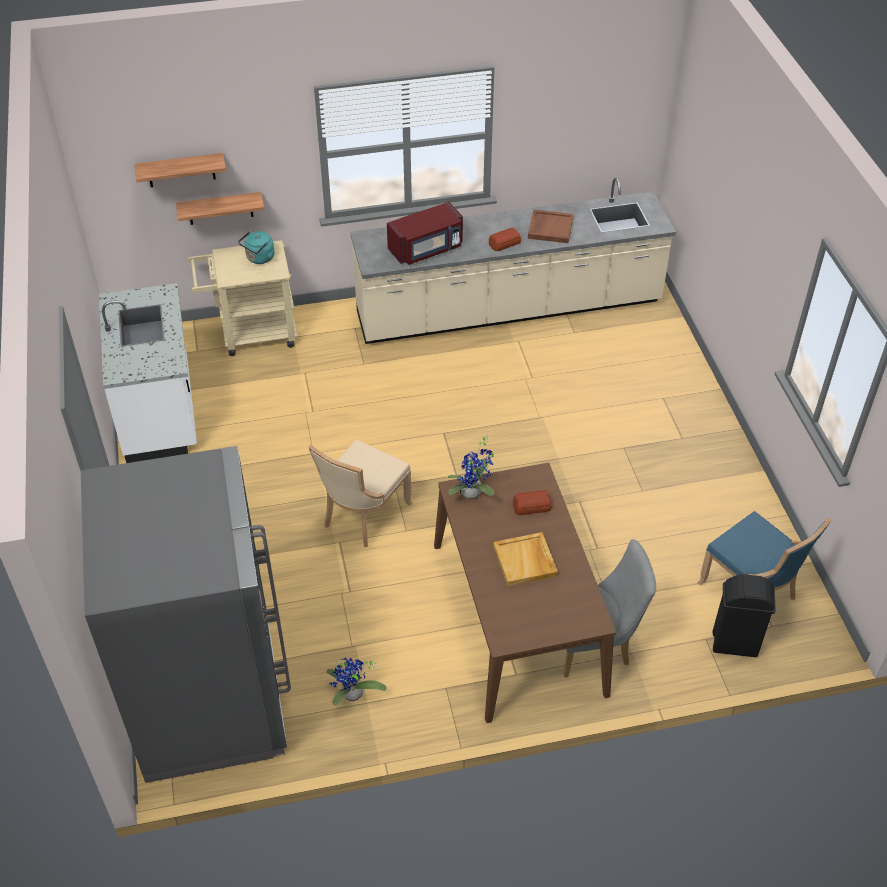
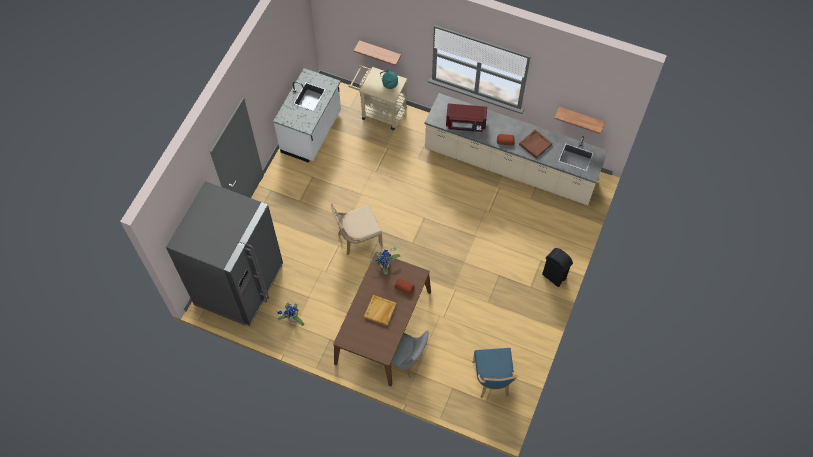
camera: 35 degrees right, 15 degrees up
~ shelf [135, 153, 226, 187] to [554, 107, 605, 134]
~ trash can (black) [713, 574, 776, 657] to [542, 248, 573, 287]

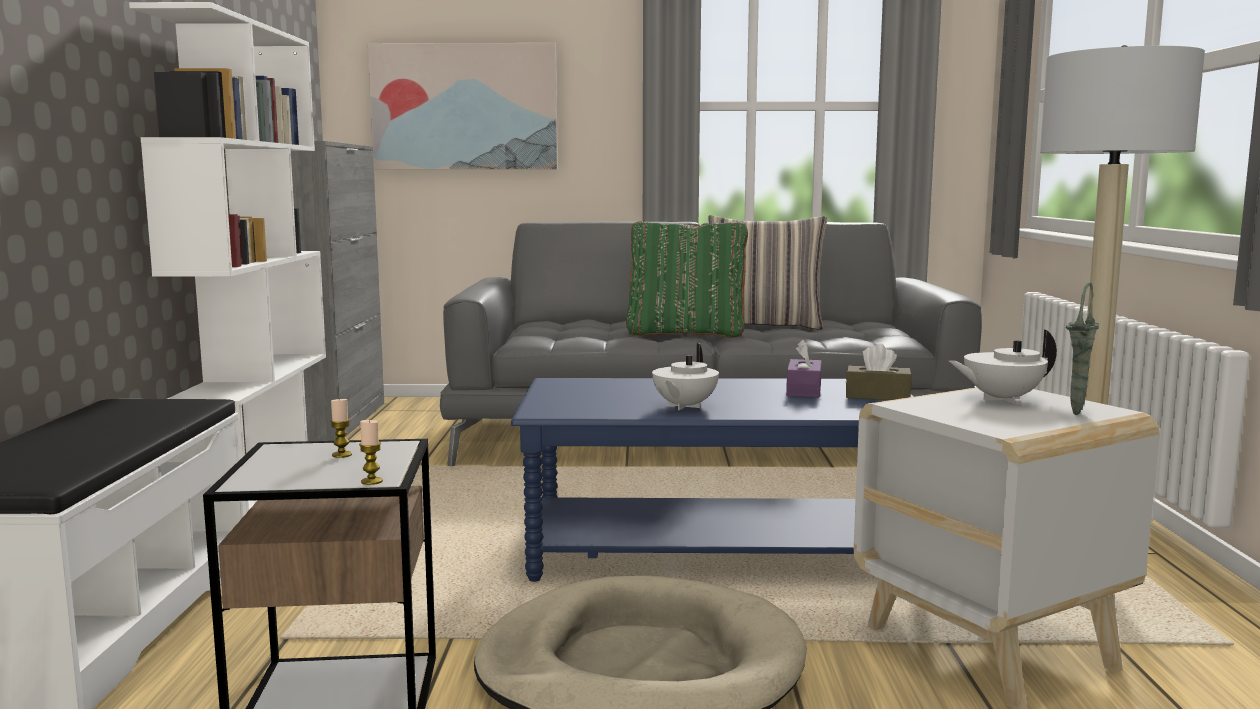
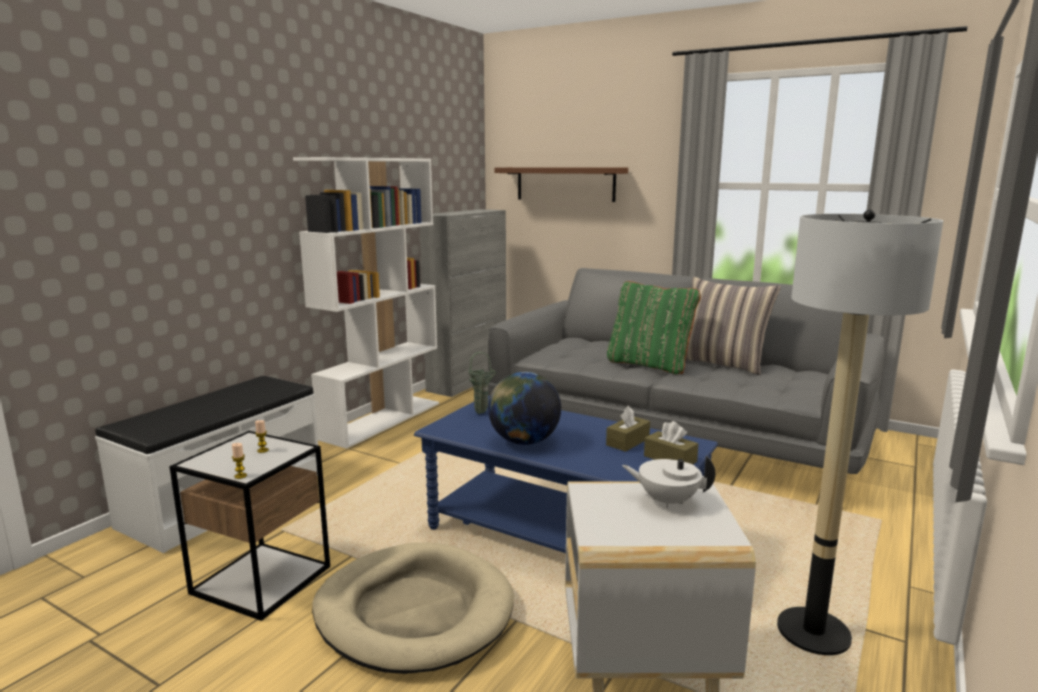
camera: 30 degrees right, 5 degrees up
~ picture [368, 43, 558, 170] to shelf (brown) [495, 167, 628, 202]
~ teapot (white) [652, 343, 719, 410] to globe [488, 372, 561, 445]
~ tissue box (purple) [786, 340, 822, 398] to tissue box (brown) [606, 406, 650, 452]
~ vase (green) [1066, 282, 1099, 415] to [468, 352, 496, 414]

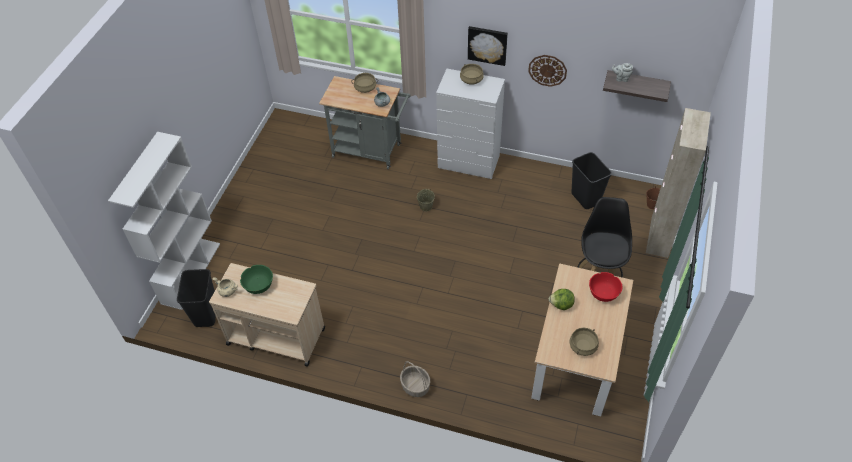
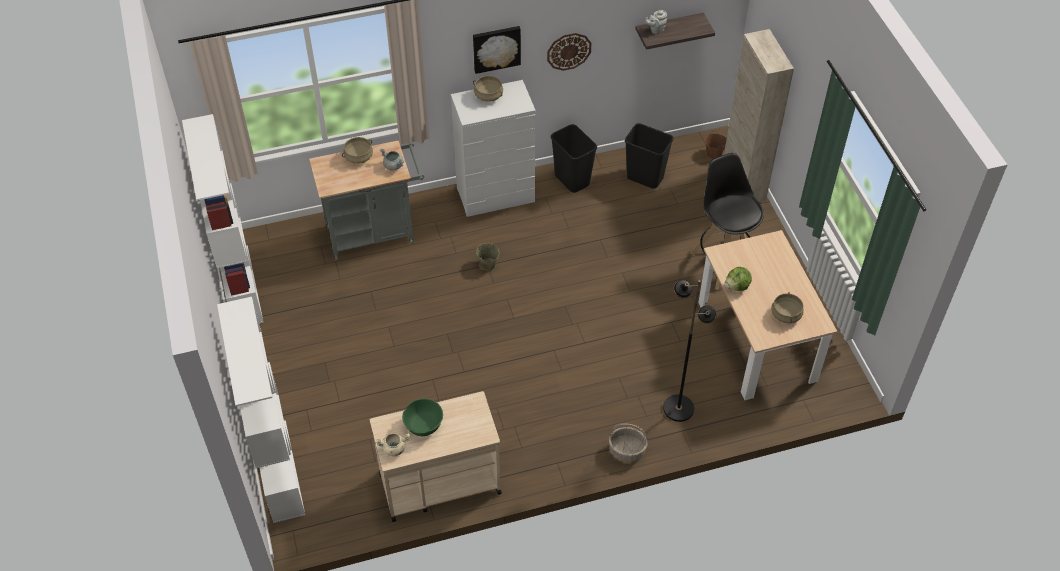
camera: 35 degrees left, 0 degrees up
~ trash can (black) [177, 269, 216, 327] to [551, 124, 597, 193]
- bowl (red) [589, 272, 622, 302]
+ bookcase (white) [182, 114, 263, 323]
+ floor lamp (black) [663, 280, 716, 422]

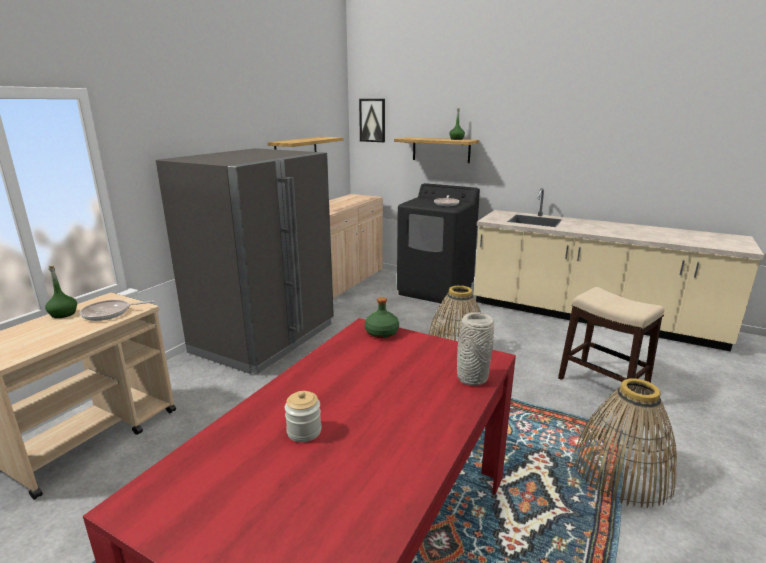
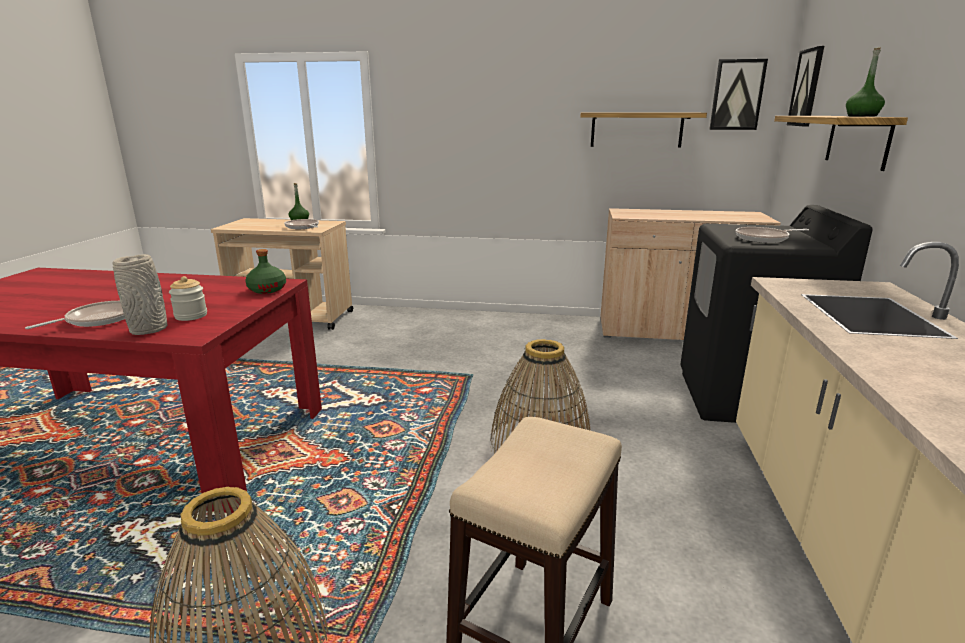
camera: 70 degrees right, 0 degrees up
- fridge (grey) [156, 148, 334, 374]
~ jar [285, 391, 322, 442] to [169, 276, 207, 321]
+ frying pan [25, 301, 125, 329]
+ picture [709, 59, 768, 130]

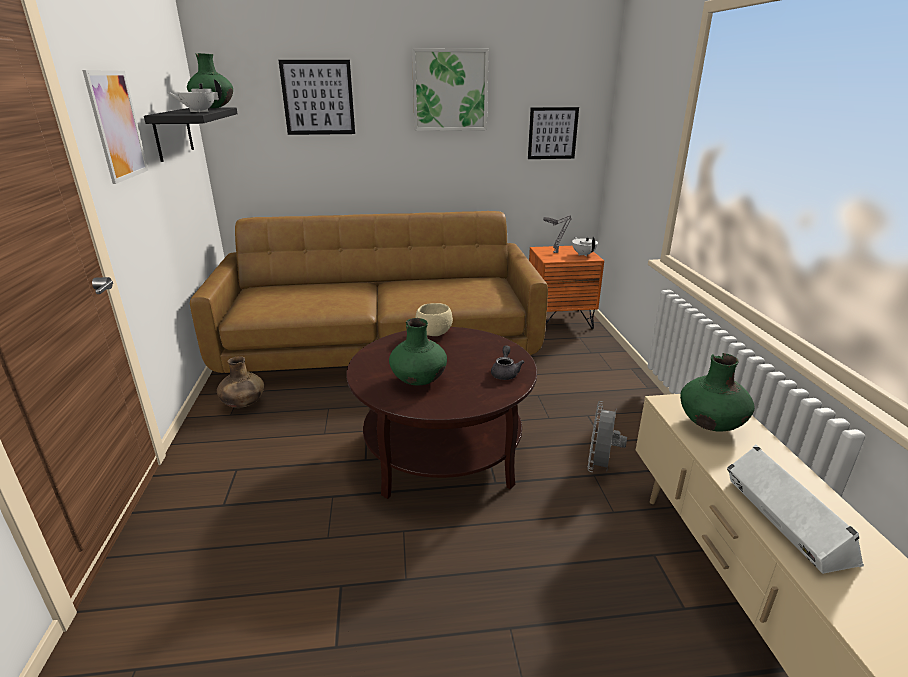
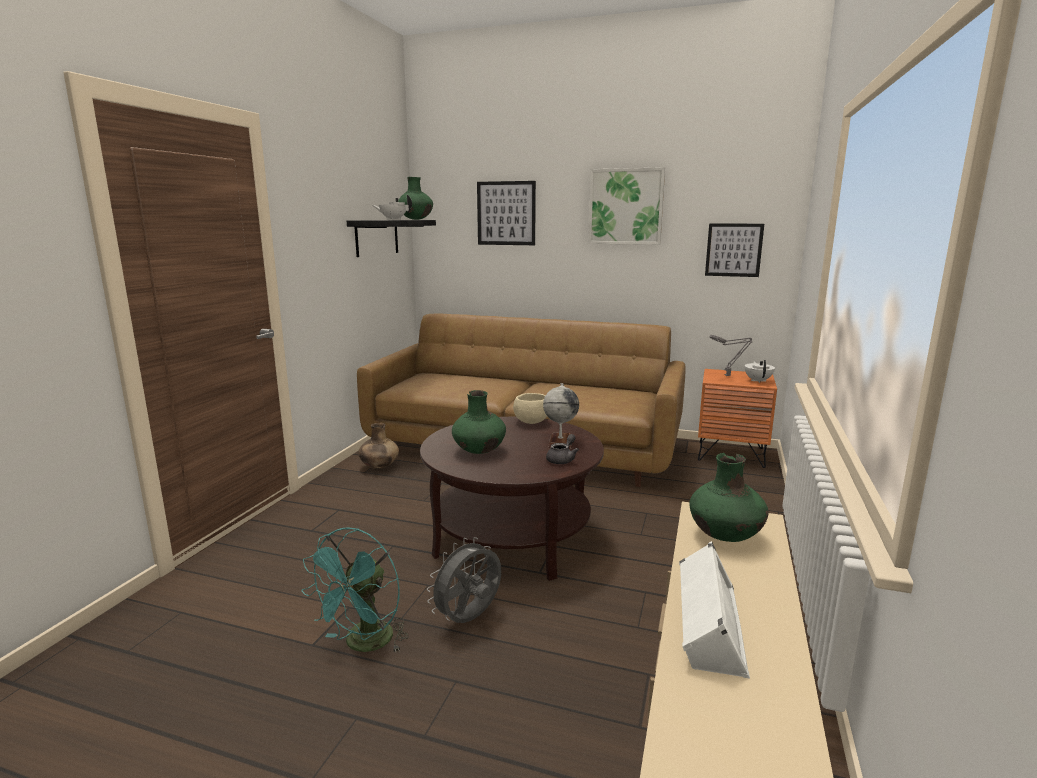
camera: 25 degrees right, 10 degrees down
- picture [82, 70, 148, 184]
~ fan (grey) [588, 401, 627, 472] to [427, 537, 501, 623]
+ fan (turquoise) [301, 527, 409, 652]
+ globe [543, 383, 579, 449]

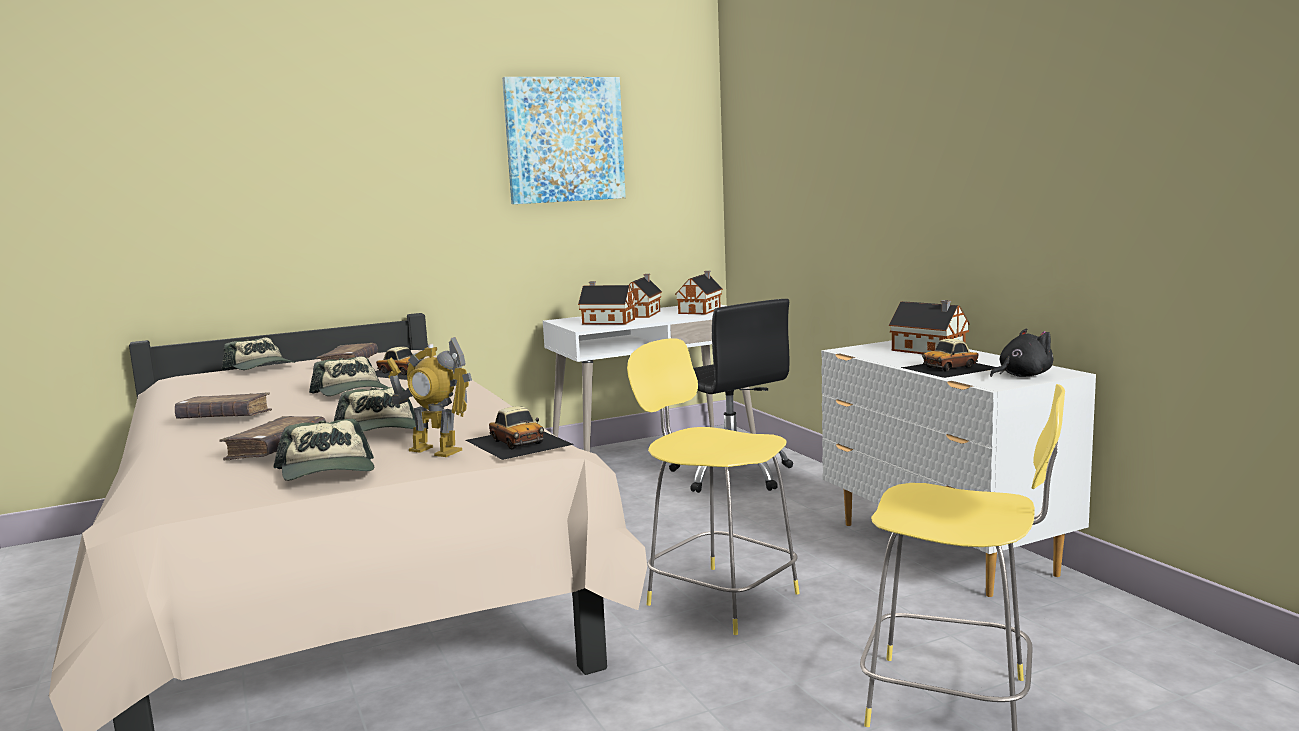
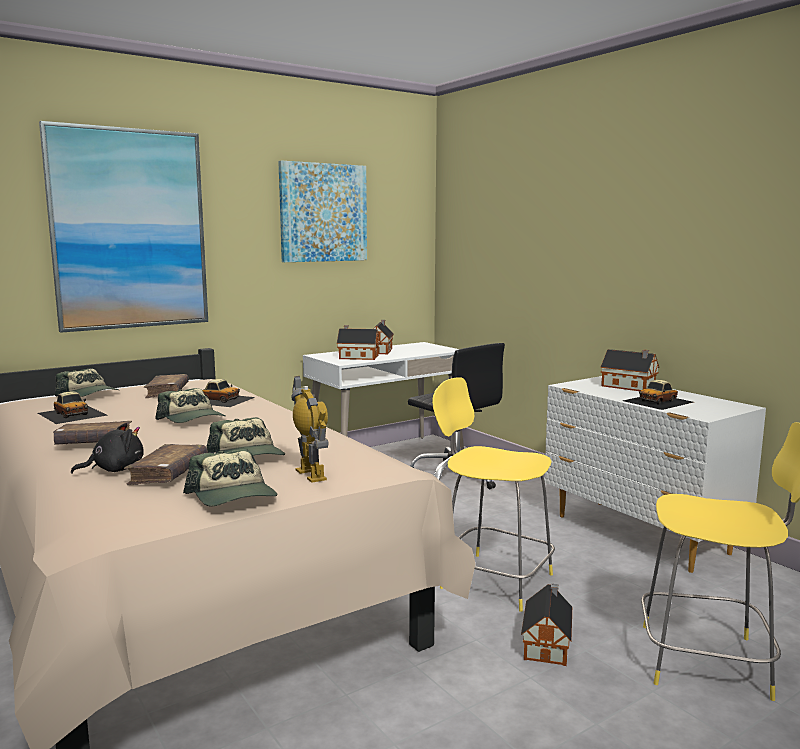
camera: 10 degrees left, 0 degrees up
~ toy robot [387, 337, 472, 457] = [292, 376, 329, 483] 135 degrees counterclockwise
~ toy car [466, 406, 574, 460] to [38, 391, 107, 424]
~ toy house [675, 271, 723, 315] to [521, 584, 572, 666]
~ plush toy (black) [990, 328, 1053, 377] to [71, 423, 144, 474]
+ picture [39, 121, 208, 333]

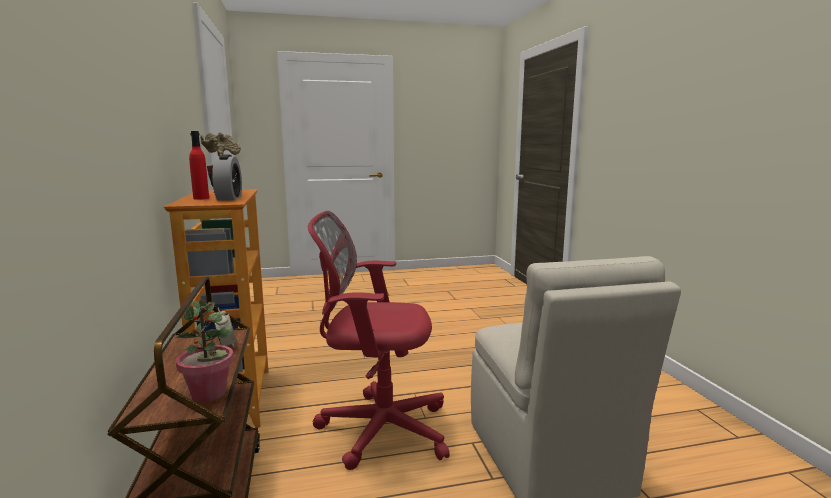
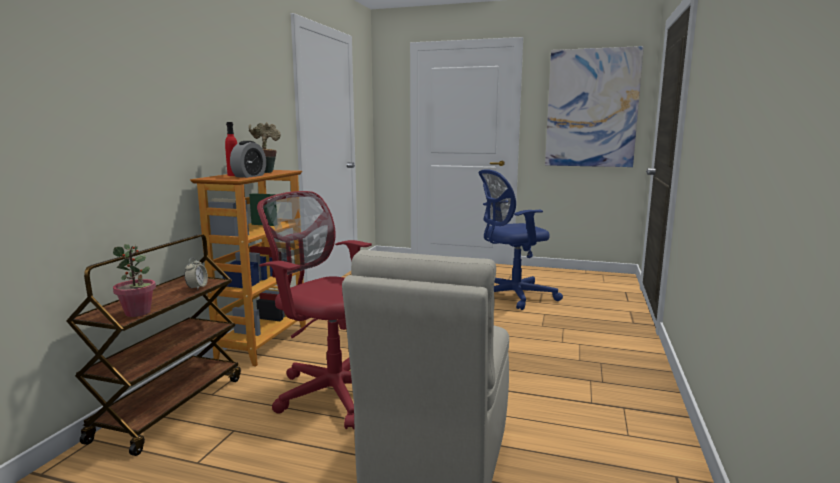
camera: 30 degrees right, 0 degrees up
+ office chair (blue) [479, 169, 563, 310]
+ picture [545, 46, 644, 167]

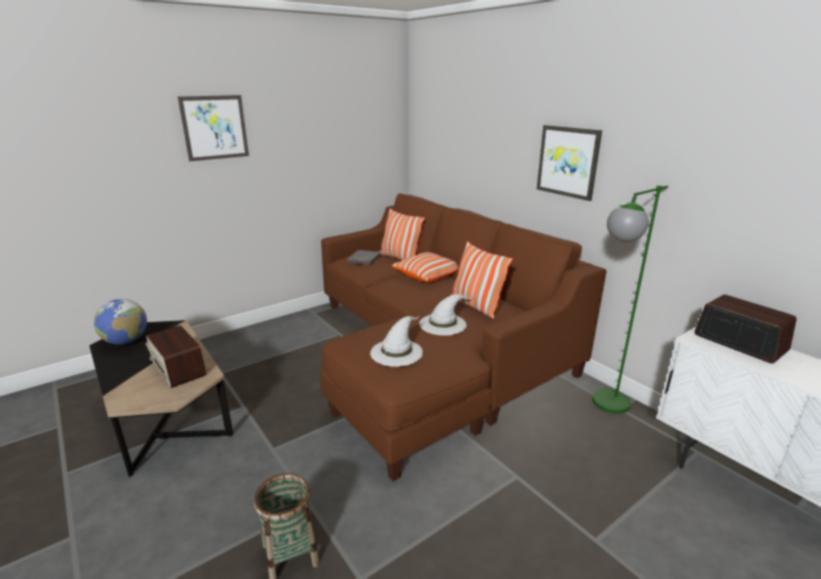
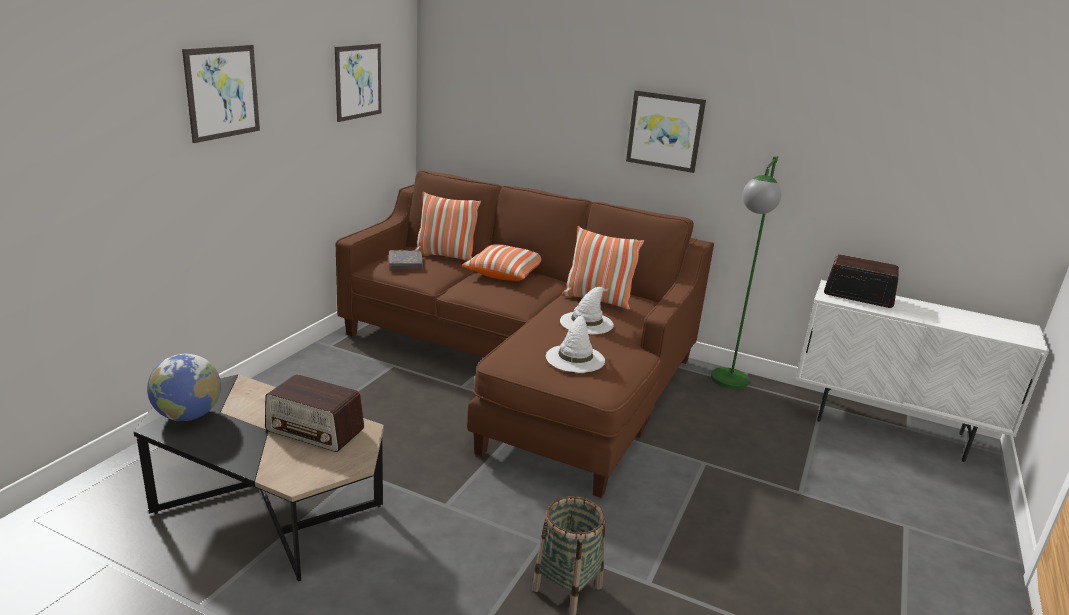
camera: 30 degrees left, 0 degrees up
+ picture [335, 44, 381, 122]

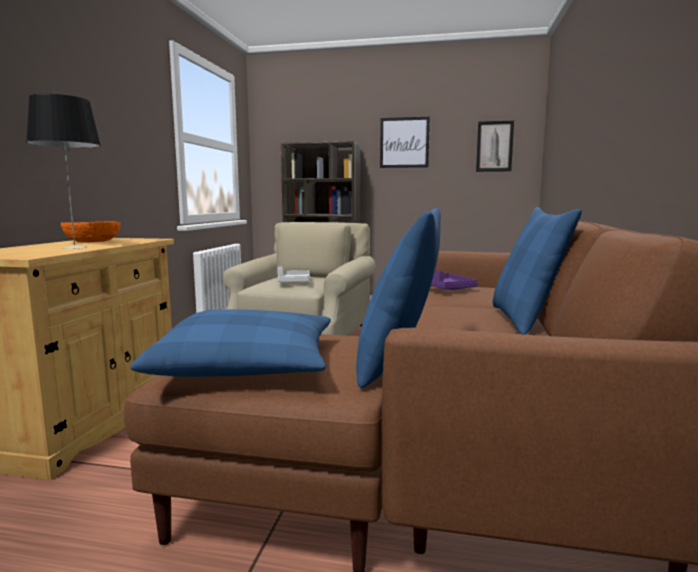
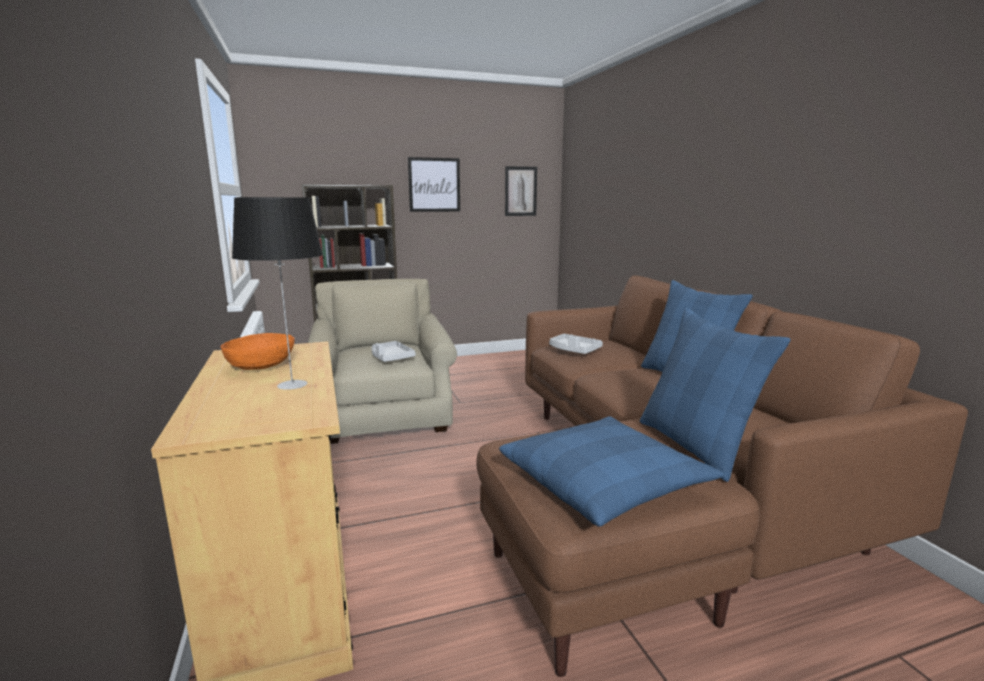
camera: 30 degrees left, 5 degrees up
~ tray (purple) [431, 270, 478, 290] to tray (grey) [549, 334, 603, 354]

